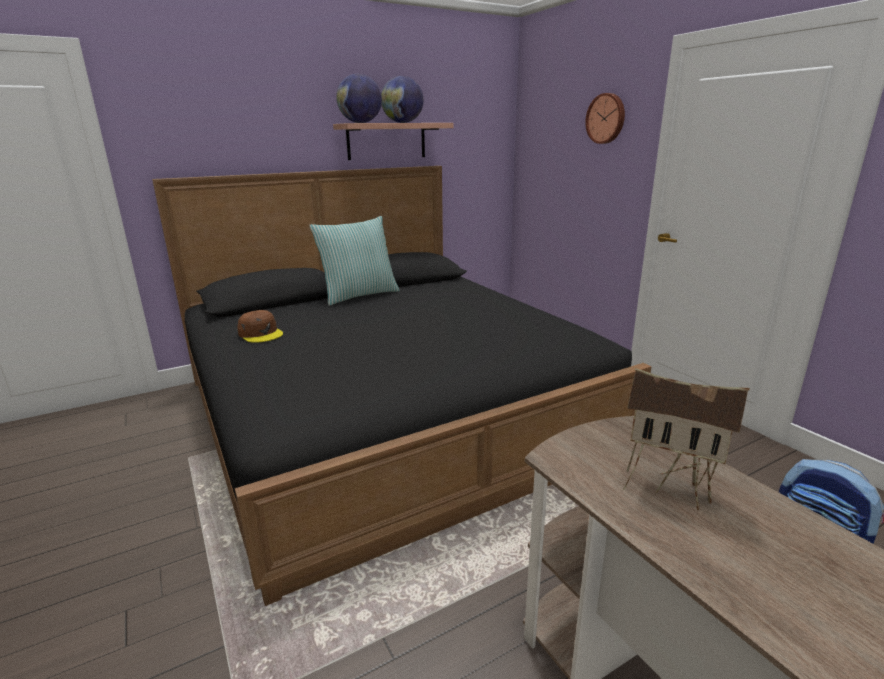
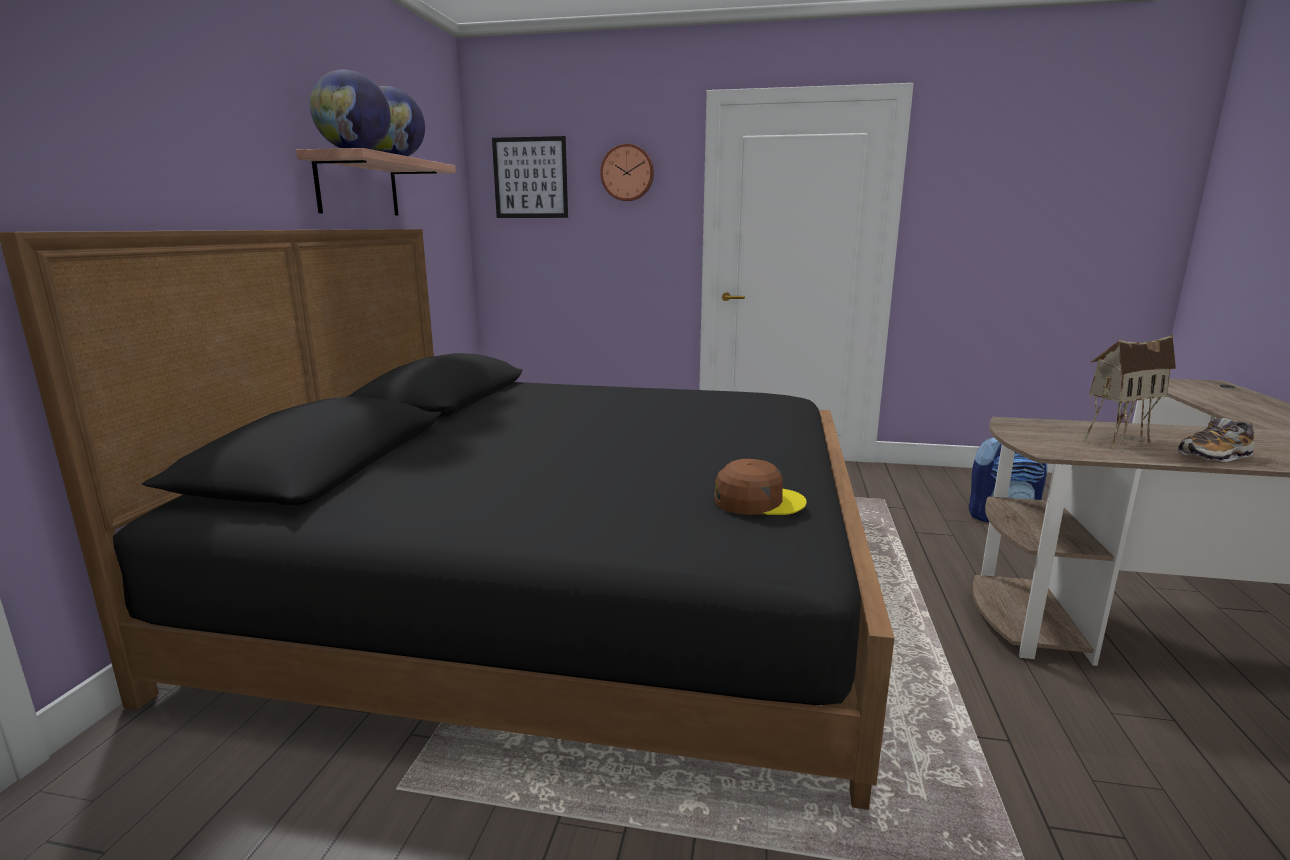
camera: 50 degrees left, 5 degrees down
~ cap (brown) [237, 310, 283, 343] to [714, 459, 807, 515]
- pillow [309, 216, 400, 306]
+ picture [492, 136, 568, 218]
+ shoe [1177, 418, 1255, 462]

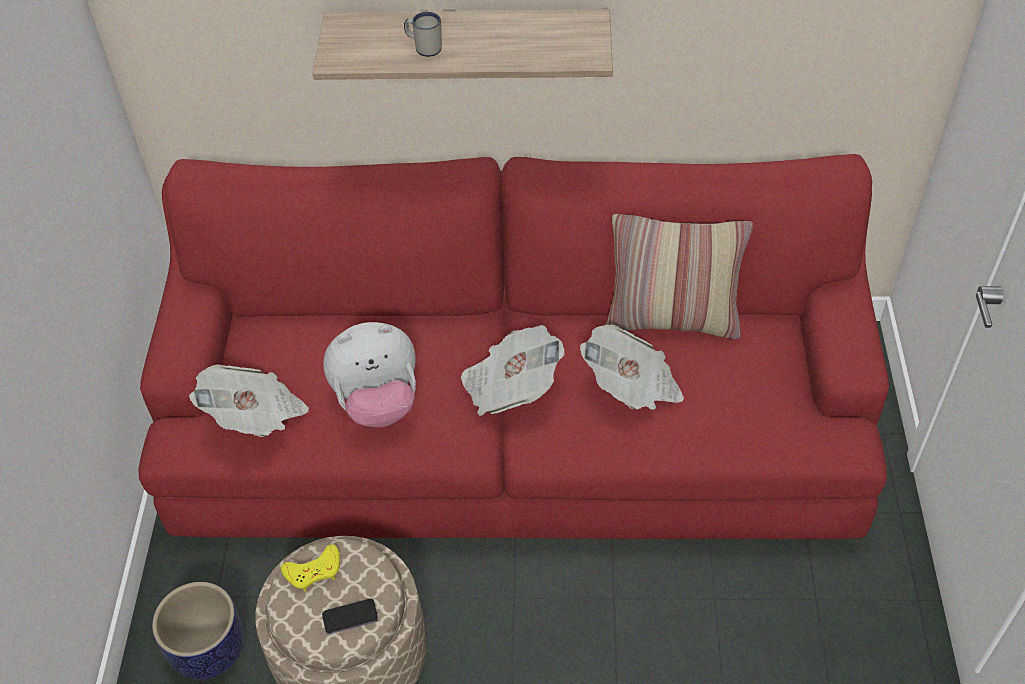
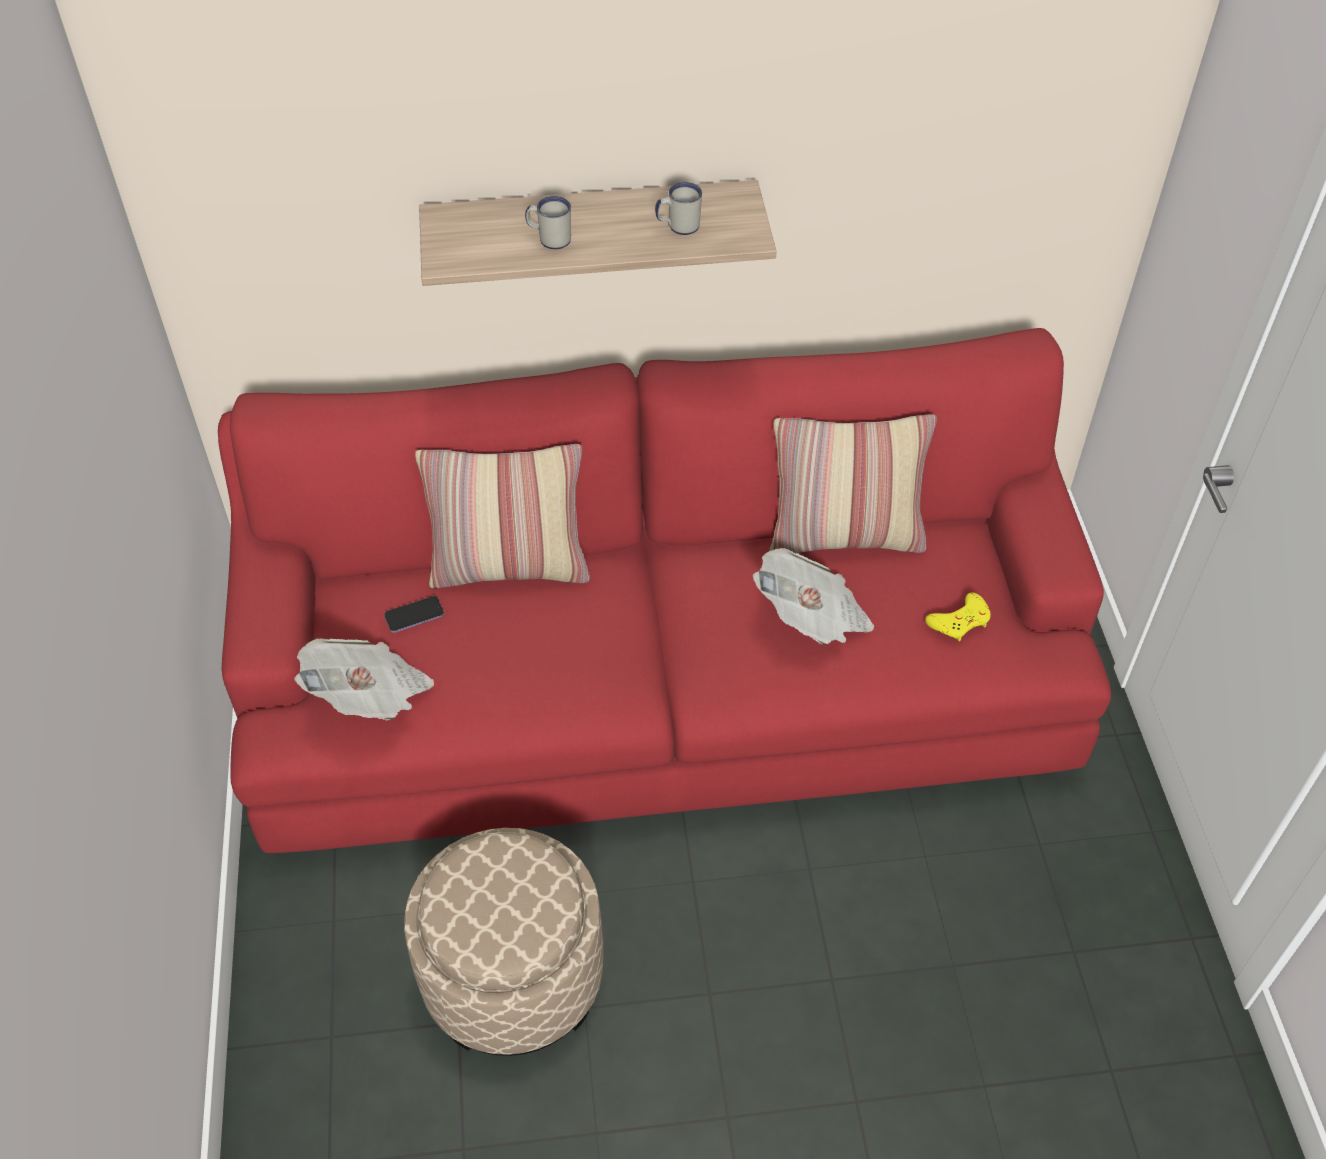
camera: 10 degrees left, 0 degrees up
- planter [152, 582, 244, 679]
~ game controller (yellow) [281, 544, 340, 592] to [925, 592, 991, 641]
~ phone [322, 598, 378, 634] to [384, 596, 444, 633]
- plush toy [323, 322, 416, 427]
- newspaper [461, 325, 565, 416]
+ pillow [415, 444, 590, 588]
+ mug (white) [655, 182, 702, 235]

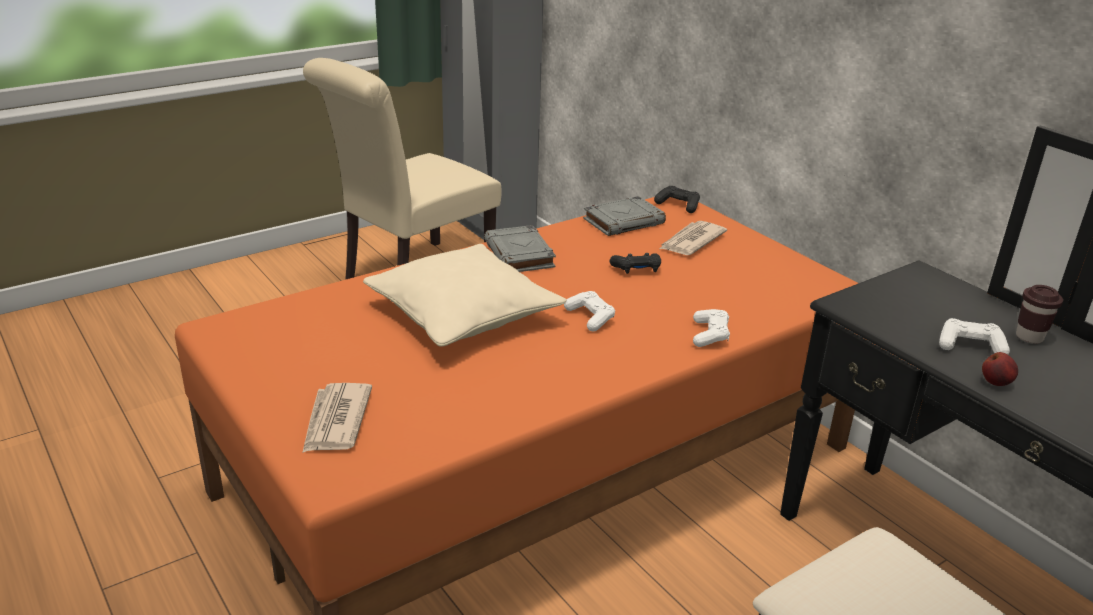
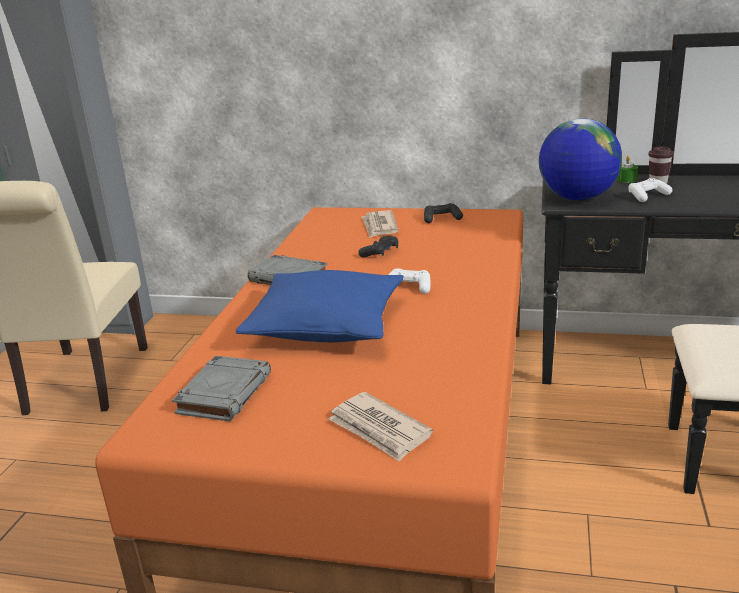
camera: 40 degrees left, 5 degrees down
~ pillow (beige) [363, 244, 567, 347] to pillow (blue) [235, 270, 404, 342]
~ book (grey) [583, 196, 666, 236] to [172, 356, 271, 421]
~ game controller (black) [654, 186, 700, 213] to [424, 203, 463, 223]
- game controller (white) [693, 309, 730, 347]
- apple [982, 352, 1018, 386]
+ globe [539, 118, 622, 200]
+ candle (green) [616, 156, 638, 183]

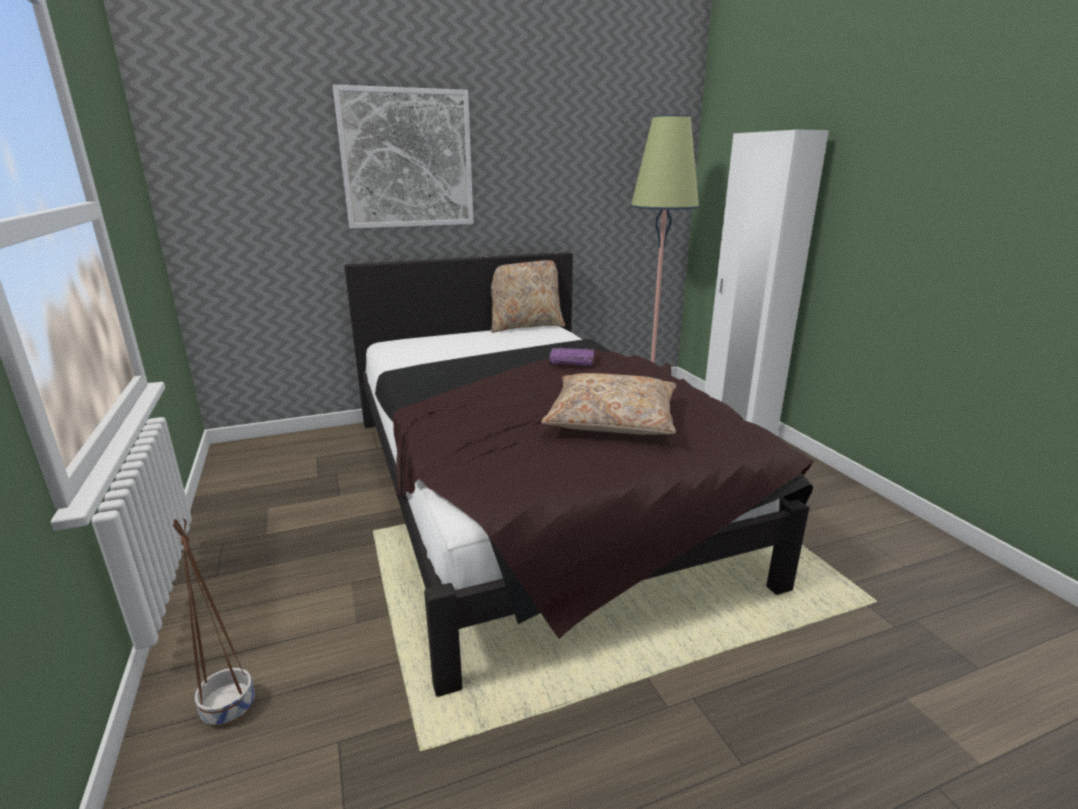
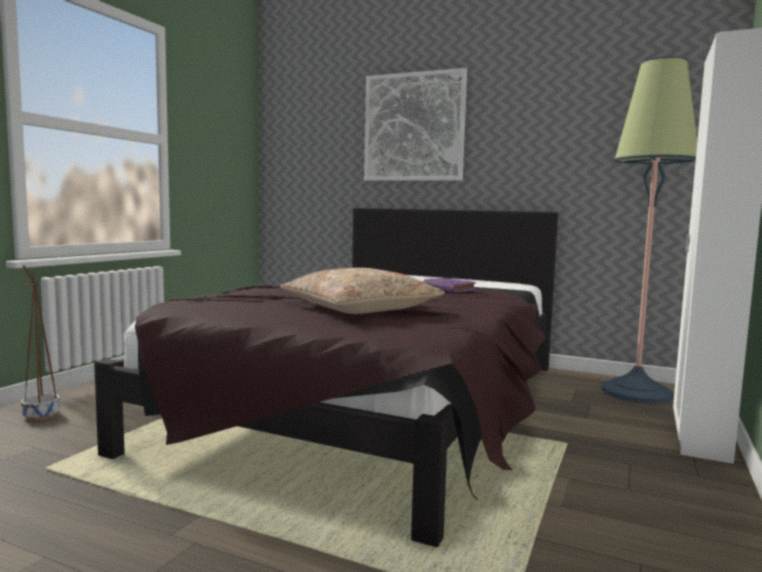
camera: 45 degrees right, 15 degrees down
- pillow (beige) [484, 252, 565, 333]

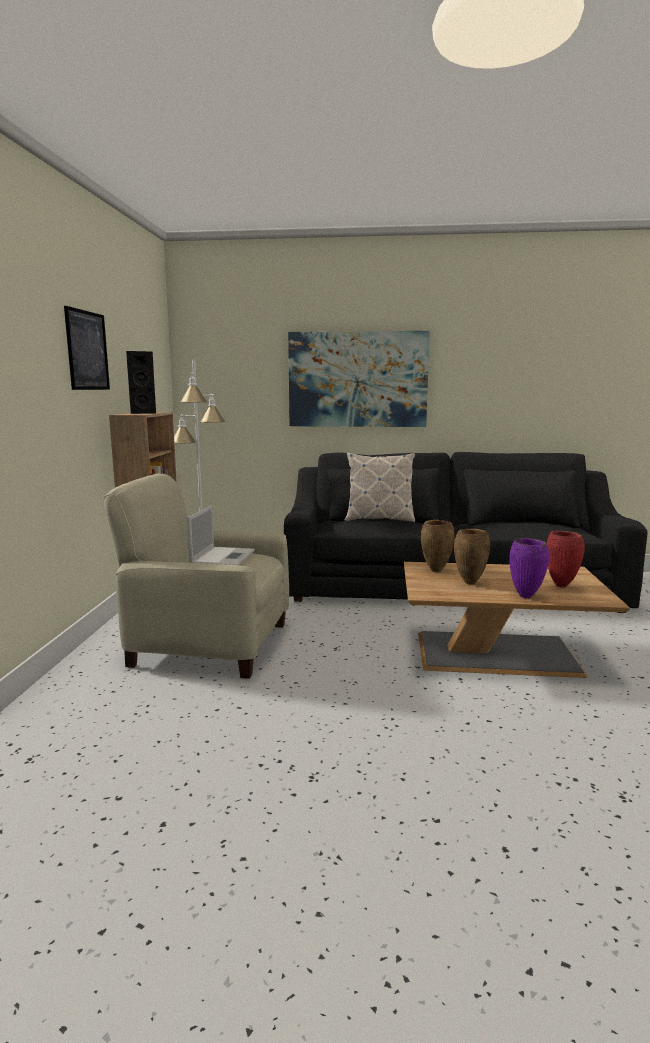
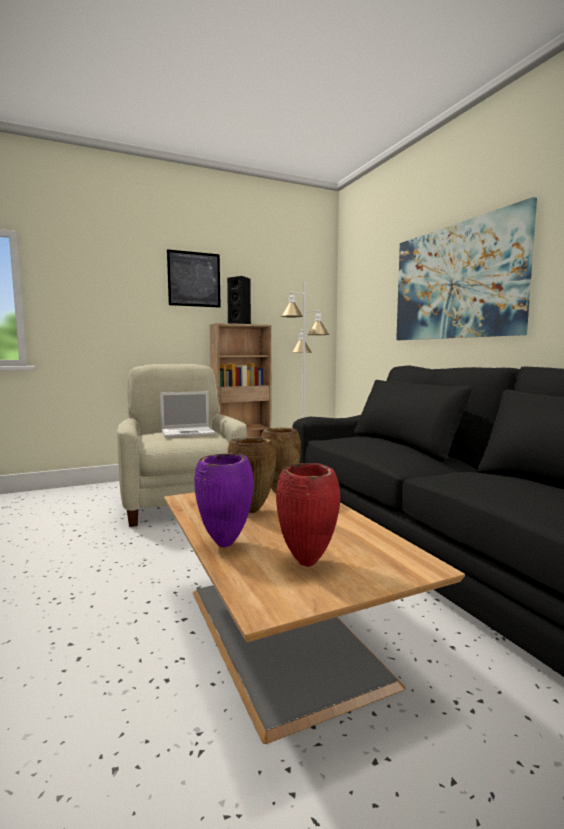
camera: 60 degrees right, 5 degrees down
- pillow [345, 453, 415, 522]

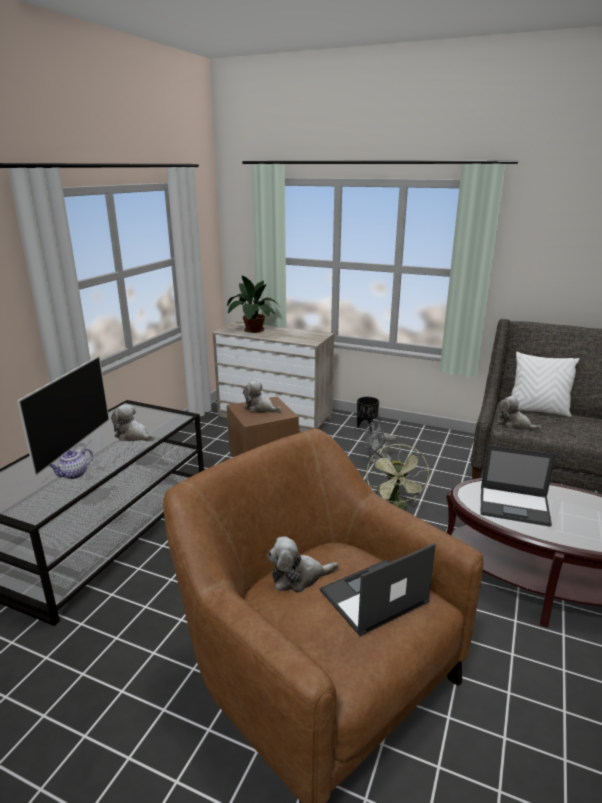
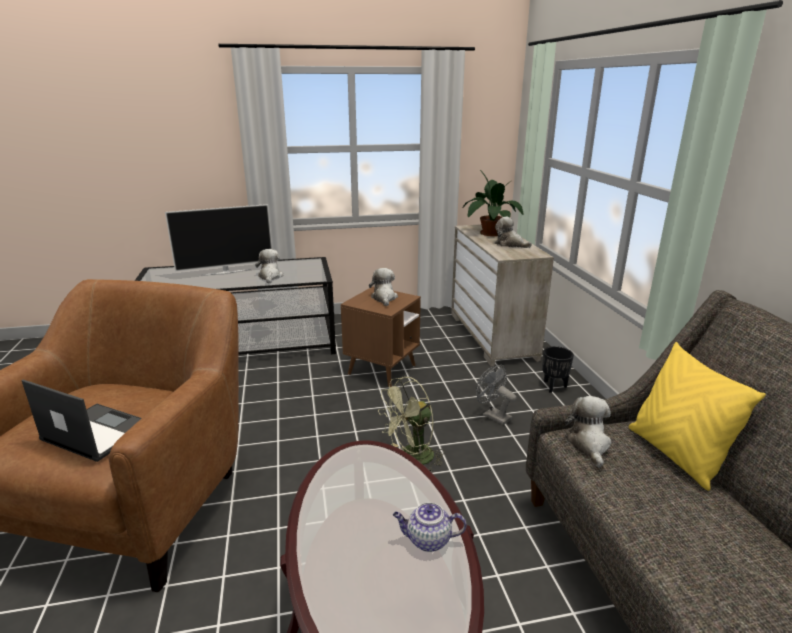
camera: 55 degrees right, 0 degrees up
~ teapot [49, 449, 93, 479] to [393, 503, 467, 552]
~ plush toy [268, 536, 339, 592] to [494, 217, 532, 248]
- laptop [481, 445, 556, 527]
~ pillow (white) [511, 351, 580, 417] to pillow (yellow) [629, 342, 766, 491]

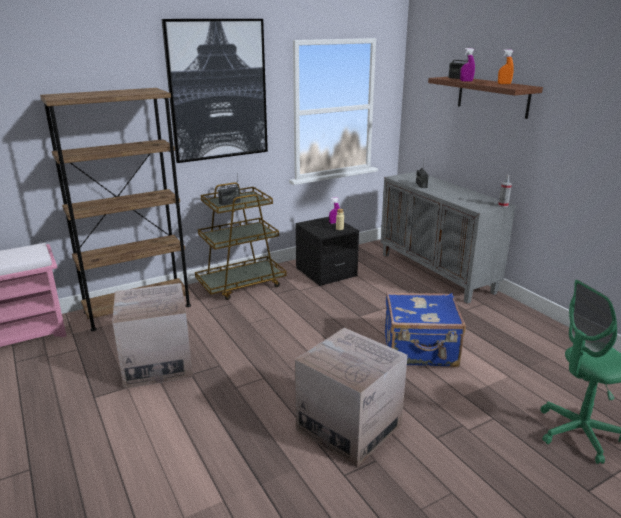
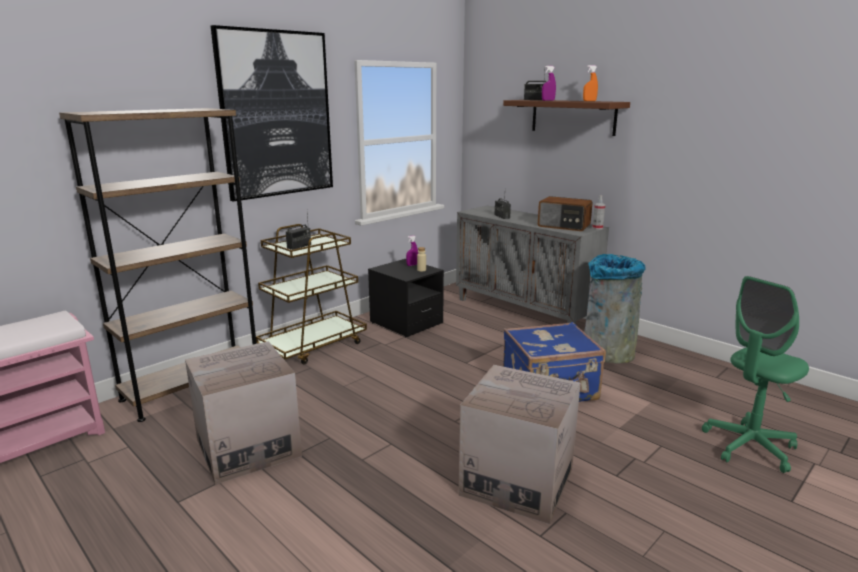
camera: 15 degrees left, 5 degrees down
+ radio [538, 196, 593, 231]
+ trash can (grey) [585, 254, 645, 363]

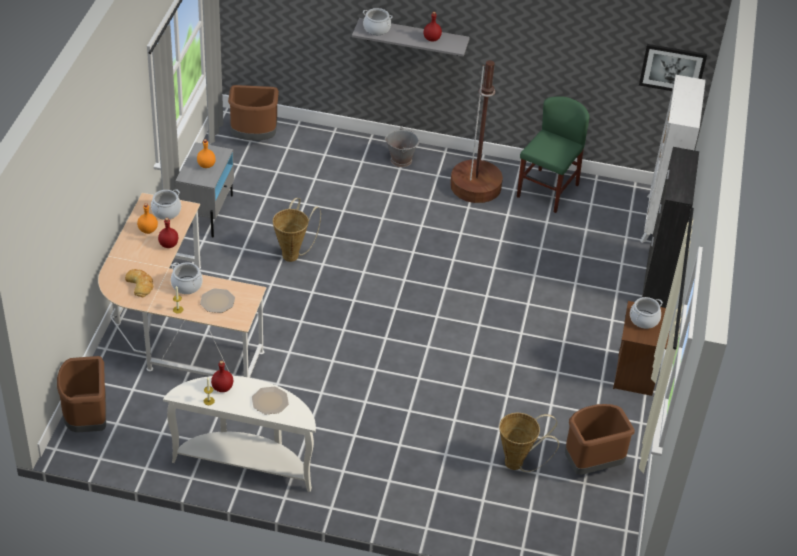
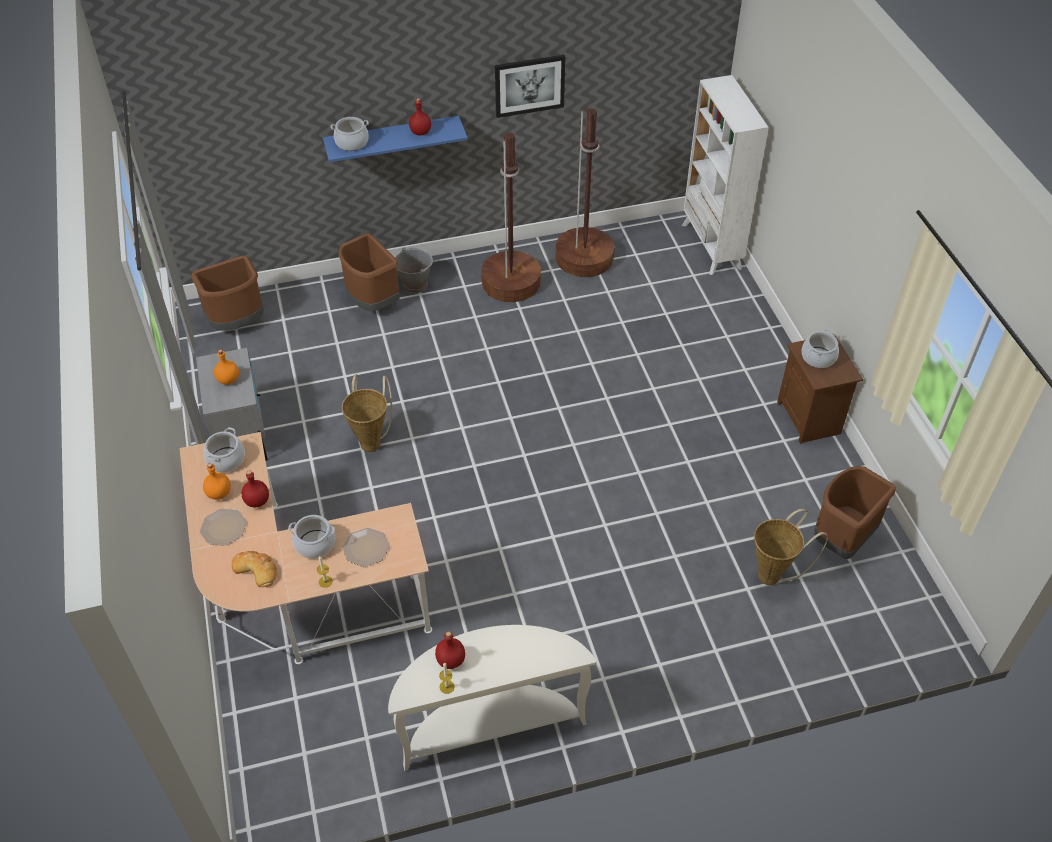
camera: 25 degrees left, 5 degrees up
~ trash can (brown) [57, 356, 106, 432] to [339, 233, 400, 311]
~ plate [252, 387, 289, 414] to [200, 509, 247, 546]
~ shelf (grey) [352, 18, 470, 57] to shelf (blue) [323, 116, 468, 163]
~ chair (green) [517, 96, 590, 213] to floor lamp (brown) [556, 108, 614, 277]
~ picture [639, 44, 707, 91] to [495, 55, 565, 118]
- cabinet (black) [642, 147, 699, 308]

